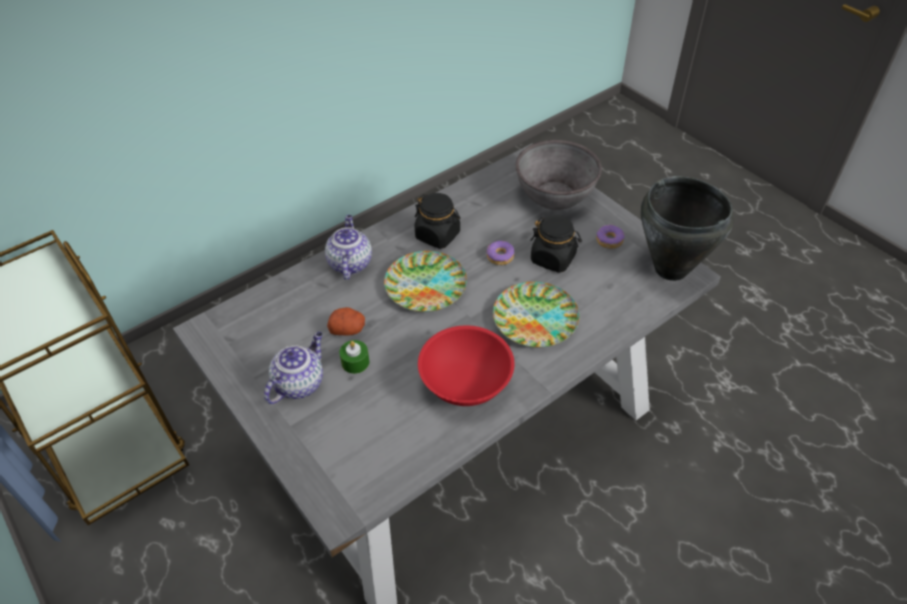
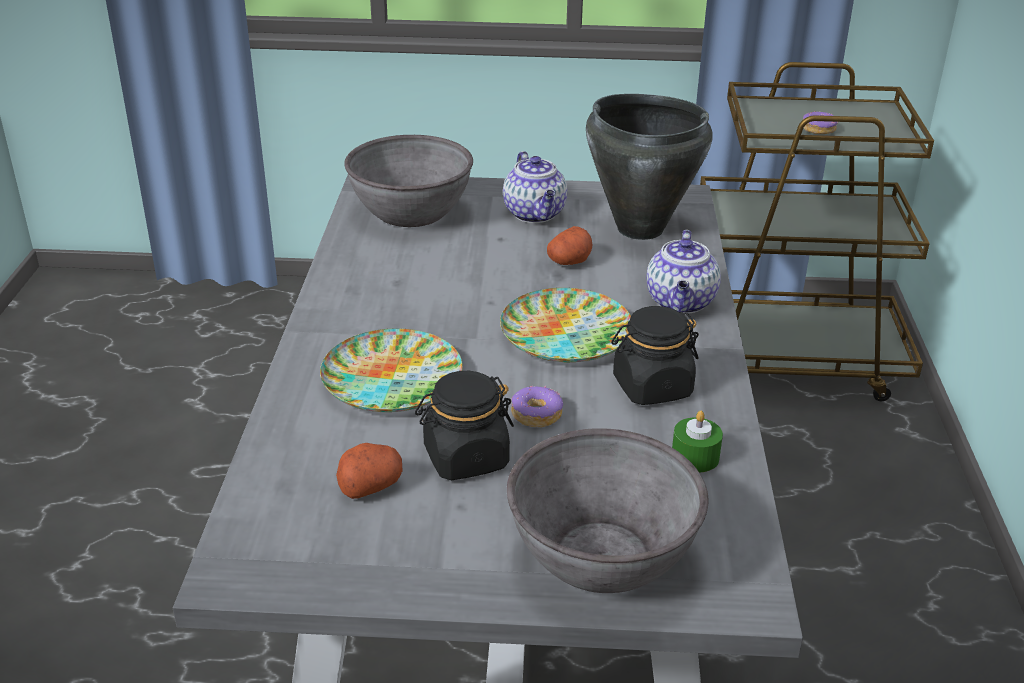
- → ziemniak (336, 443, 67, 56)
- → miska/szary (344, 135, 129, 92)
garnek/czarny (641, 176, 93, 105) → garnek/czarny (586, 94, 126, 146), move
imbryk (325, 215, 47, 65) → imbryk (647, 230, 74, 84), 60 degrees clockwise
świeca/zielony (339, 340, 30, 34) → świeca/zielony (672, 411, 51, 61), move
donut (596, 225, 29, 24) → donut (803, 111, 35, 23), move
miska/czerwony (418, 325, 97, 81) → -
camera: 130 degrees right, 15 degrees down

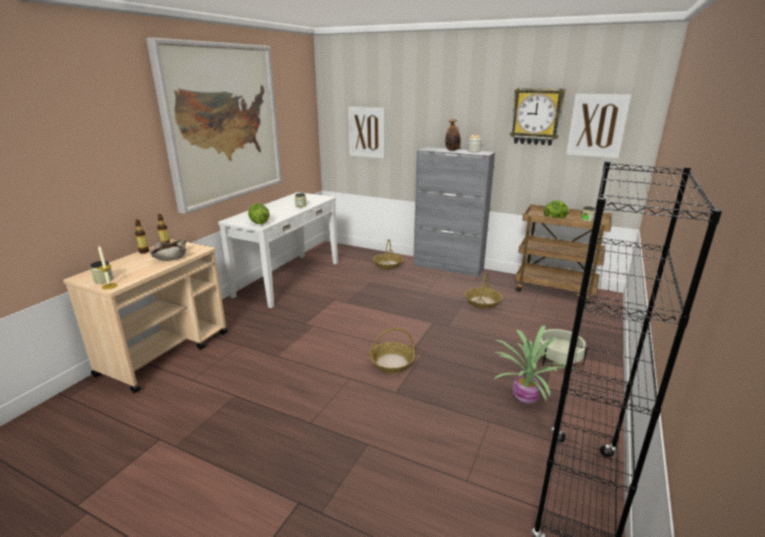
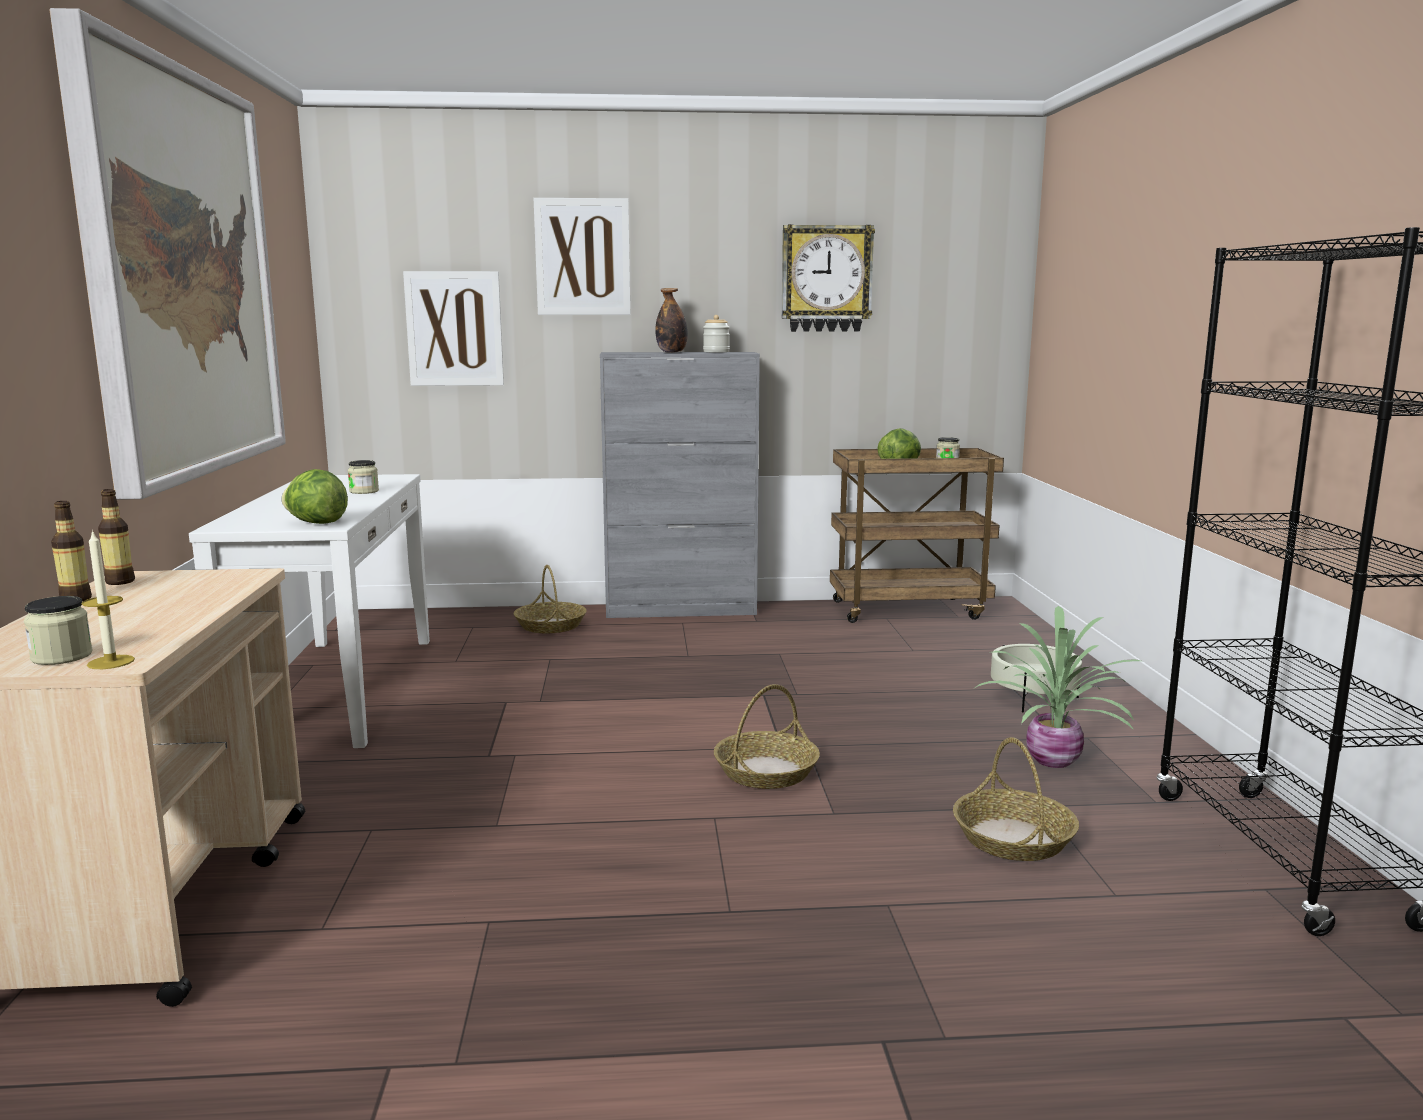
obraz (566, 94, 65, 64) → obraz (534, 198, 96, 117), move
koszyk (465, 272, 37, 37) → koszyk (953, 737, 126, 124), move
miska/beżowy (150, 239, 36, 22) → -
camera: 30 degrees left, 10 degrees down

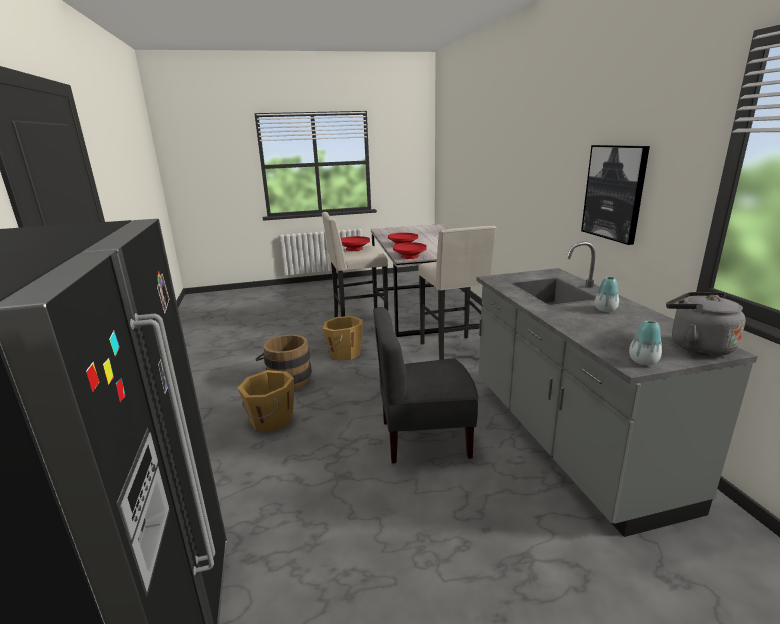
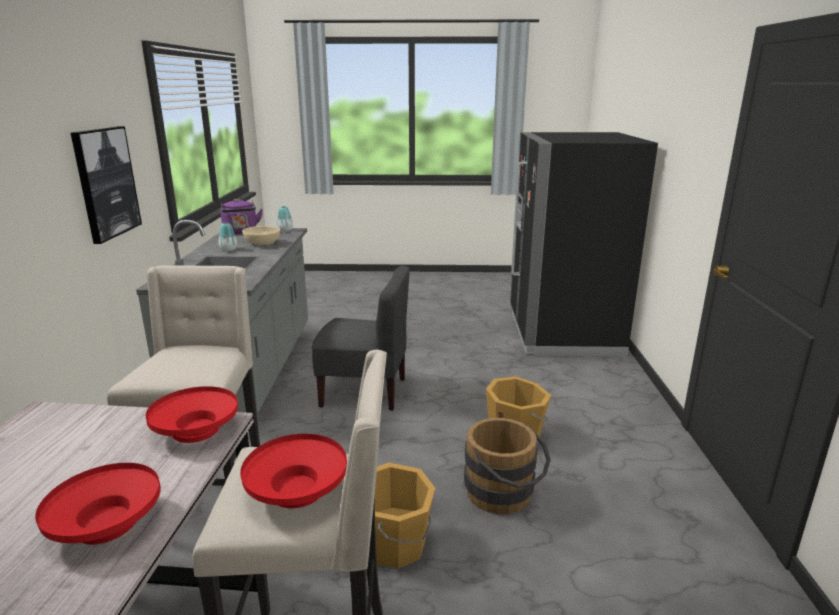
czajnik/szary (666, 292, 80, 64) → czajnik/fioletowy (221, 199, 42, 35)
- → miska/beżowy (242, 226, 38, 19)
camera: 165 degrees left, 0 degrees up

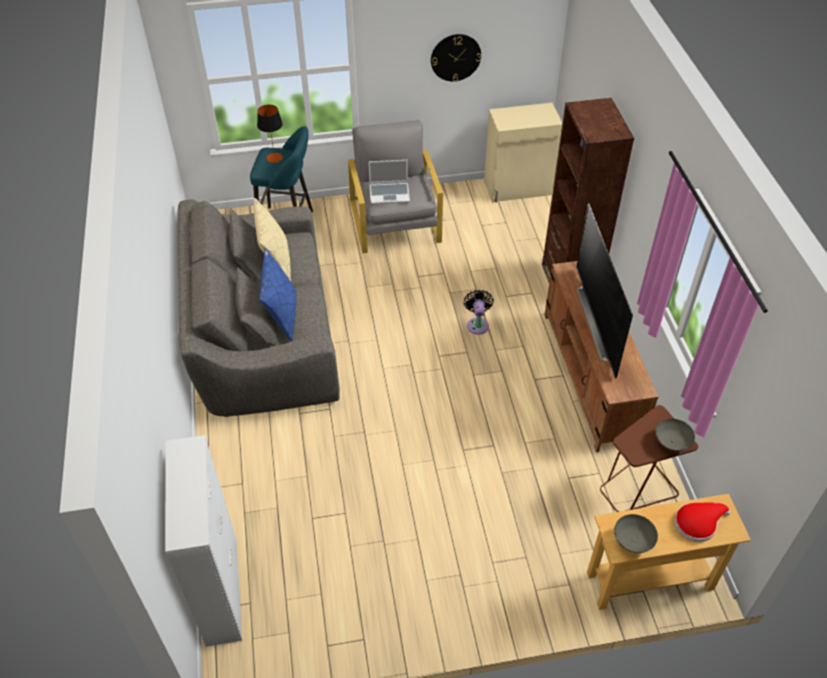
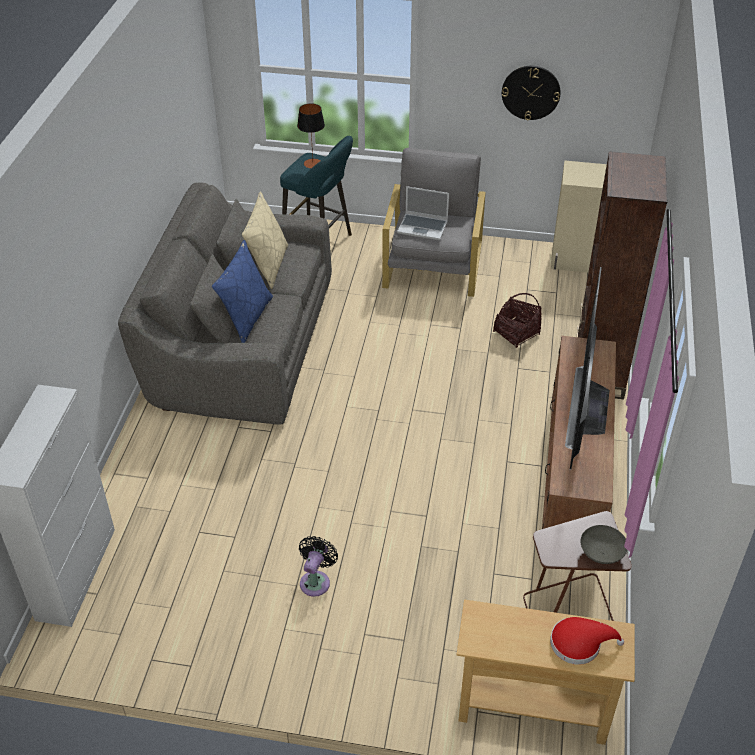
wentylator/czarny (463, 290, 31, 45) → wentylator/czarny (299, 536, 39, 61), move
- → koszyk (493, 293, 49, 55)
miska/szary (614, 514, 44, 39) → -
camera: 20 degrees right, 5 degrees down

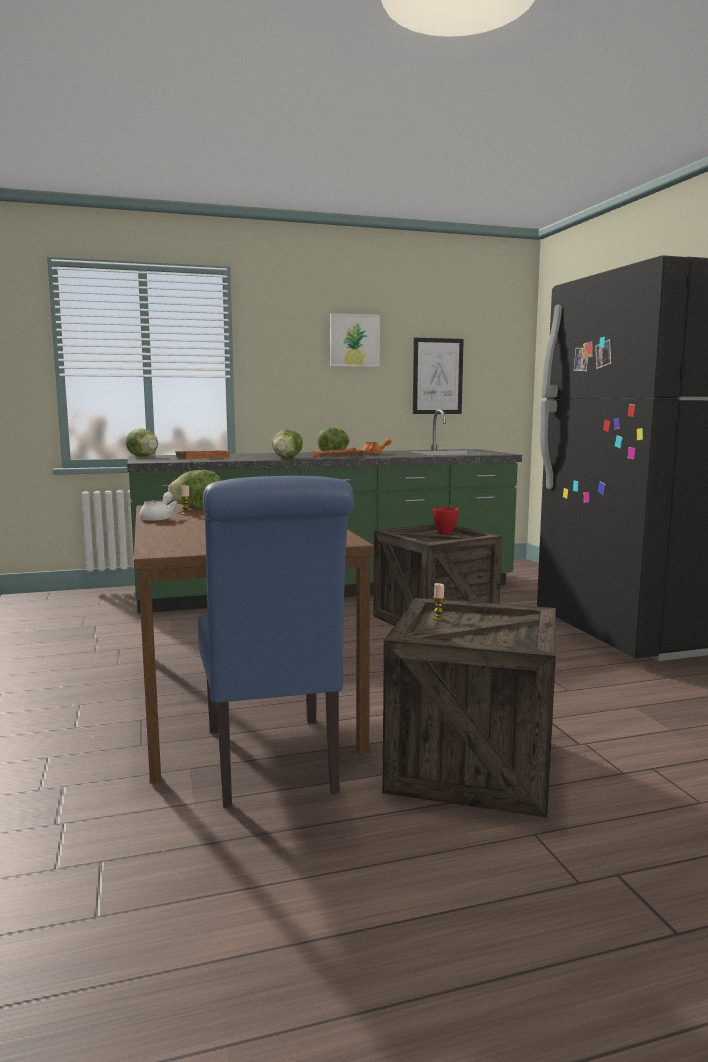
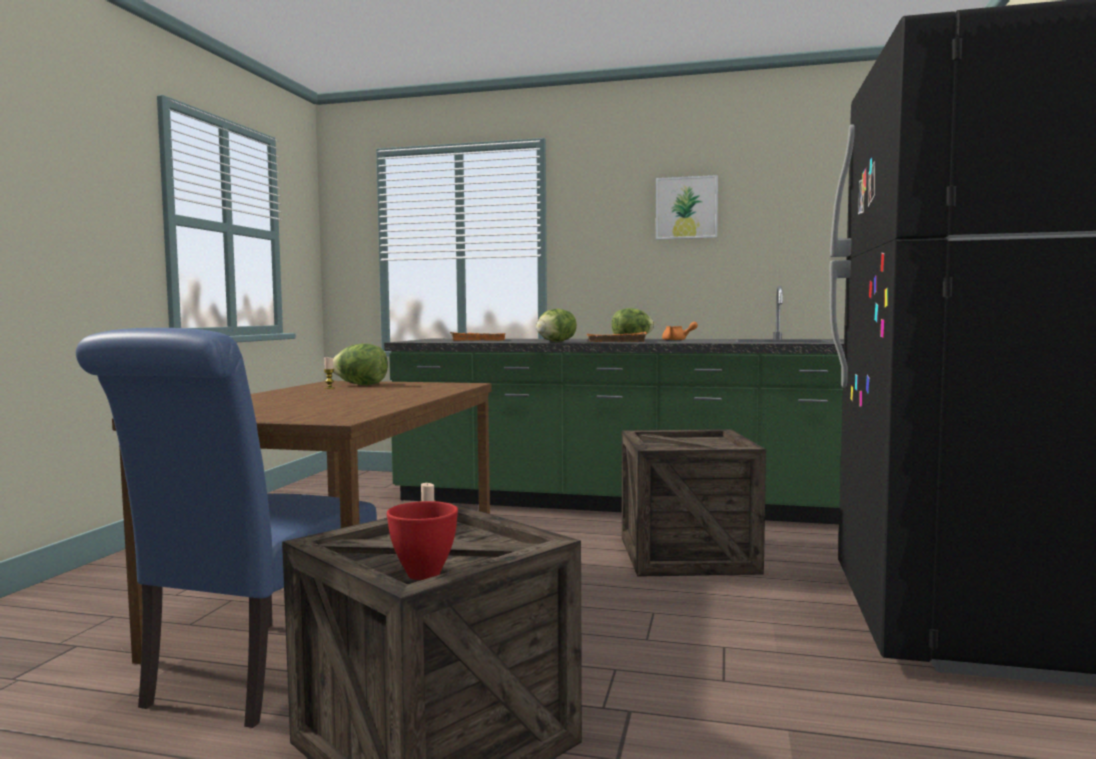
miska/czerwony (432, 507, 27, 28) → miska/czerwony (387, 501, 71, 79), move
sałata (126, 428, 32, 29) → -
imbryk/biały (139, 492, 38, 29) → -
obraz (413, 338, 51, 76) → -
camera: 30 degrees right, 5 degrees down

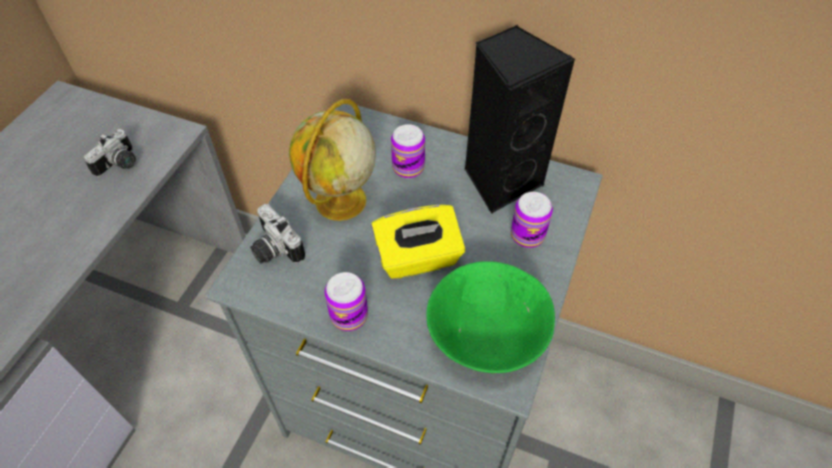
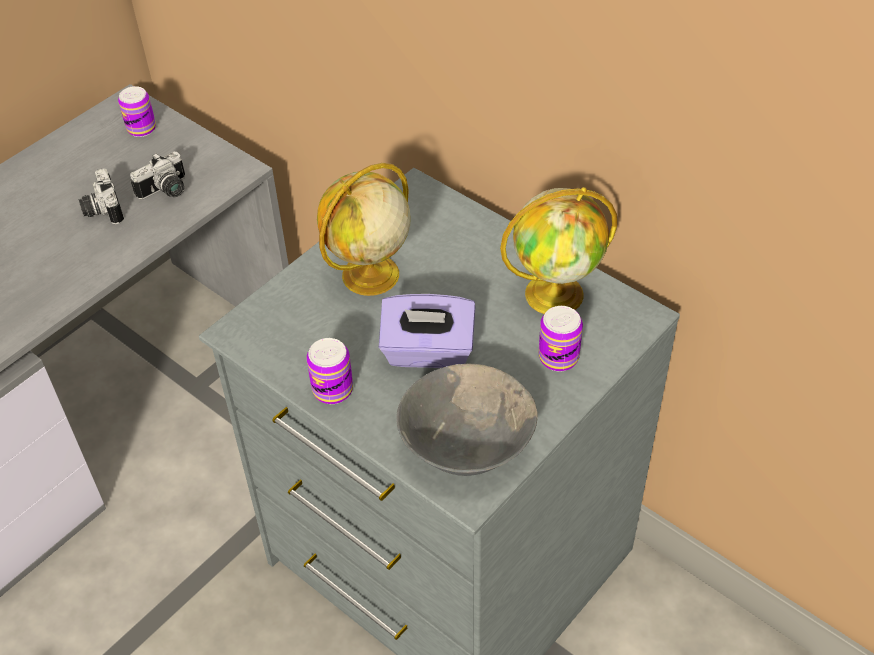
aparat fotograficzny (250, 204, 55, 60) → aparat fotograficzny (78, 168, 46, 56), move
puszka (391, 124, 34, 54) → puszka (118, 86, 38, 51), move
pudełko chusteczek/żółty (371, 205, 94, 74) → pudełko chusteczek/fioletowy (379, 294, 97, 74)
miska/zielony (426, 261, 129, 112) → miska/szary (396, 364, 141, 112)
głośnik/czarny (464, 25, 111, 189) → globus (500, 187, 117, 127)
camera: 20 degrees right, 5 degrees down

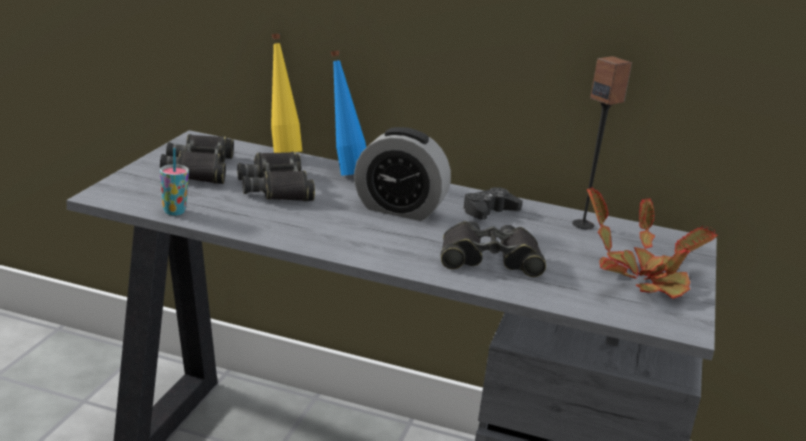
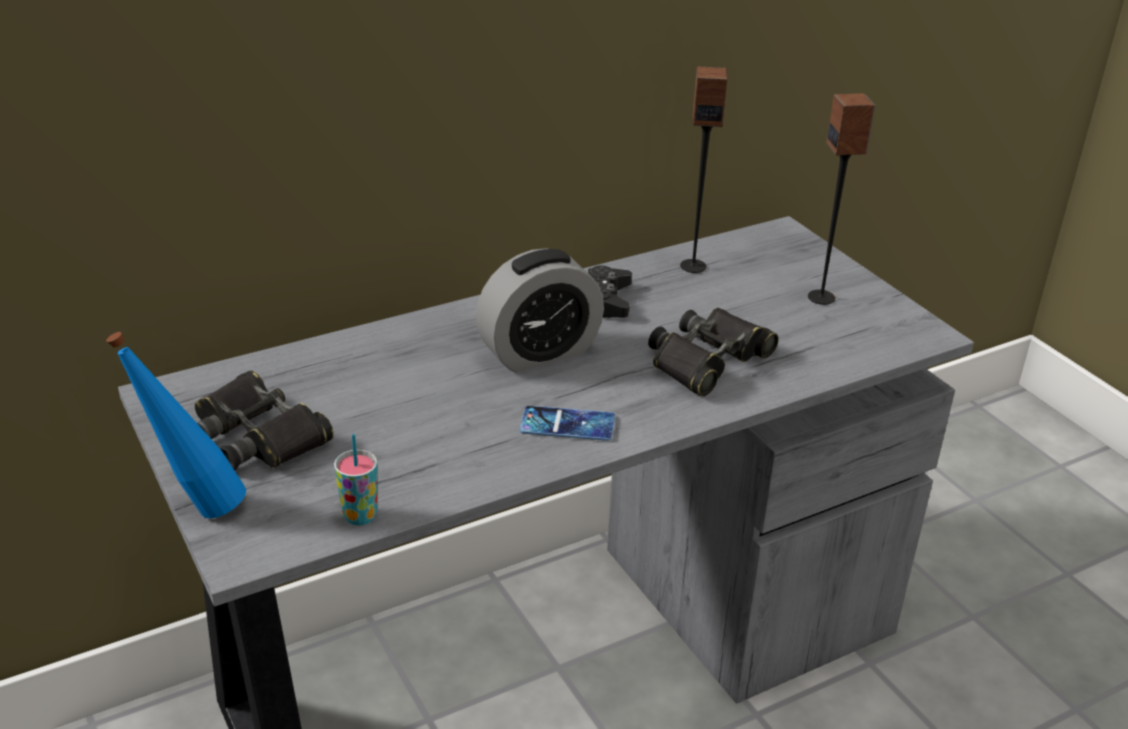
butelka/niebieski (331, 50, 35, 125) → butelka/niebieski (106, 332, 140, 186), move
- → telefon (520, 406, 95, 35)
roślina doniczkowa (587, 188, 131, 111) → głośnik (808, 93, 67, 212)
lornetka/czarny (237, 152, 78, 49) → -
butelka/żółty (271, 34, 31, 119) → -
camera: 45 degrees left, 10 degrees up

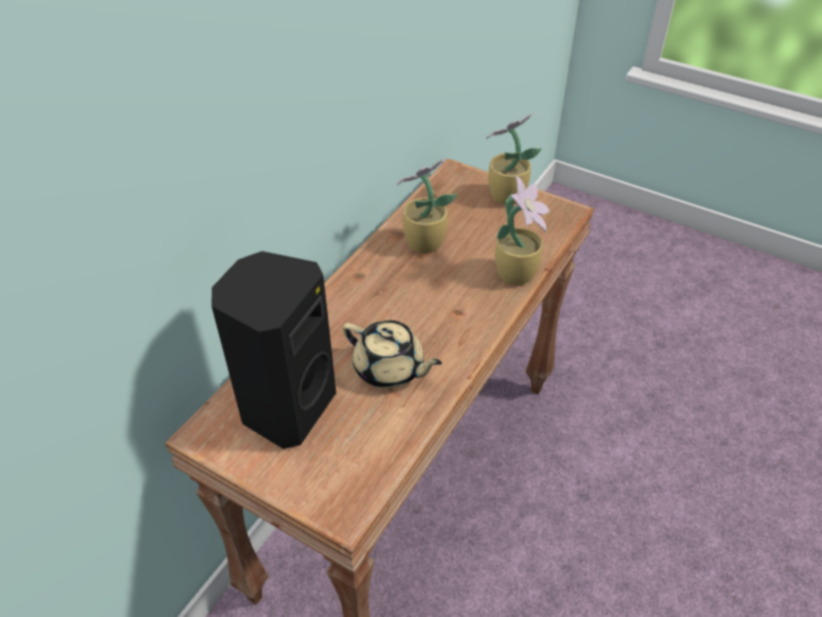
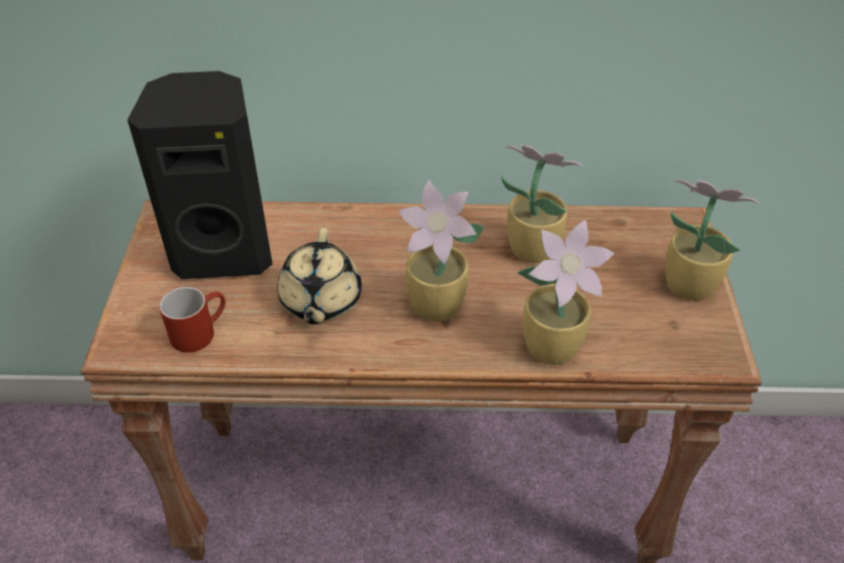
- → kubek/czerwony (159, 286, 67, 67)
- → roślina doniczkowa (399, 180, 85, 142)
camera: 60 degrees right, 0 degrees up

